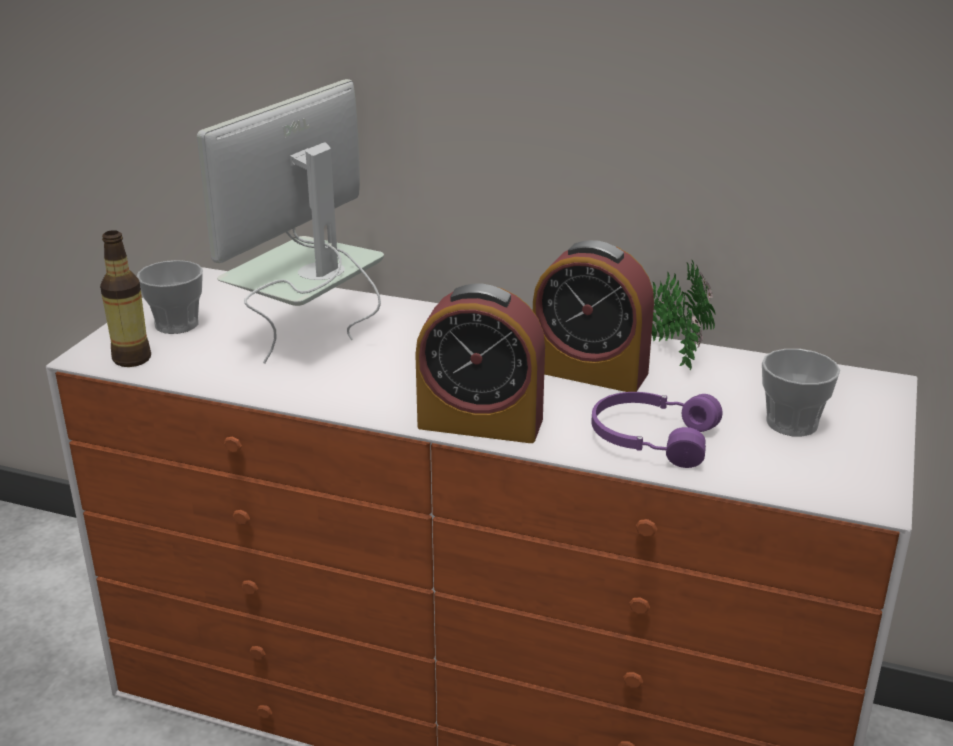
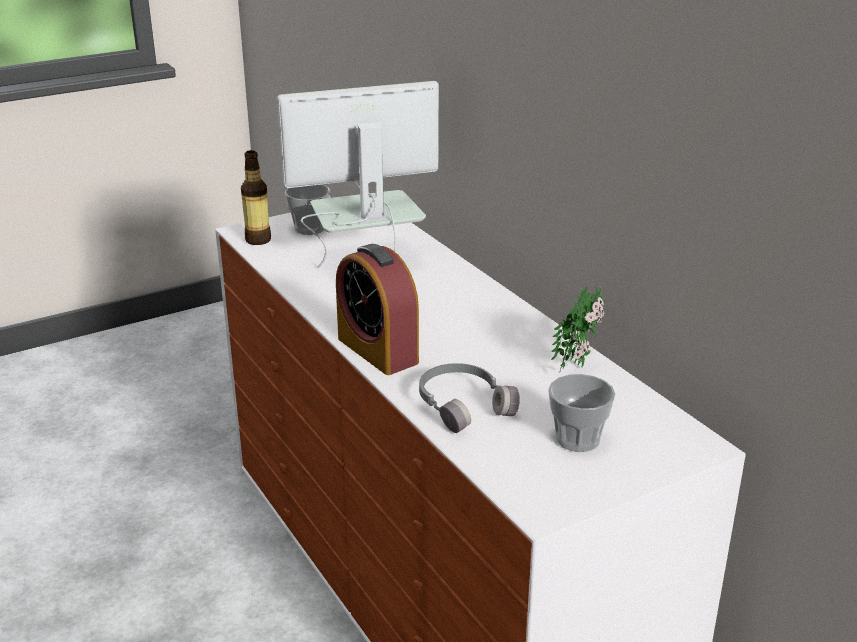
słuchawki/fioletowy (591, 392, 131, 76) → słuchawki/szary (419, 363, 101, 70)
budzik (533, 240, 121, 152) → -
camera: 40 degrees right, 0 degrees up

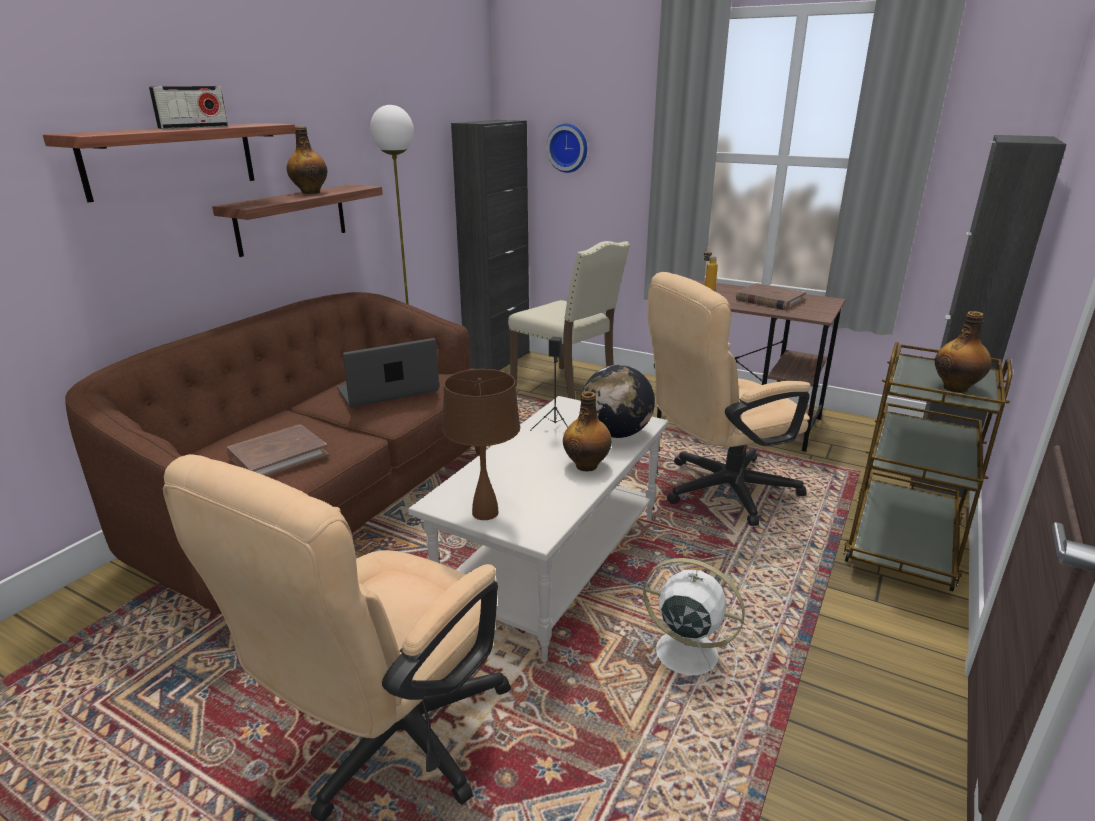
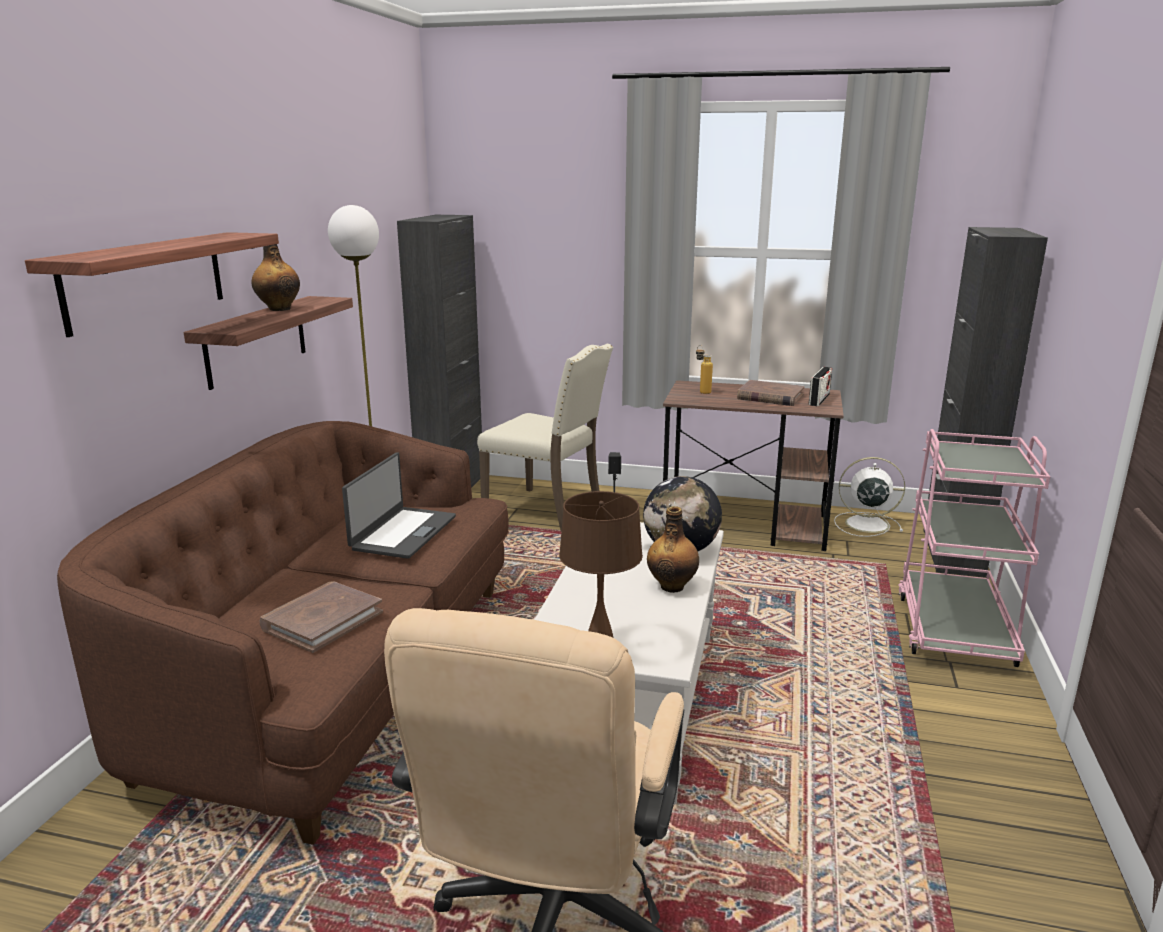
laptop (337, 338, 102, 70) → laptop (342, 452, 114, 107), 150 degrees clockwise
radio (149, 86, 79, 43) → radio (808, 367, 24, 39), move
wentylator/biały (643, 558, 102, 129) → wentylator/biały (834, 457, 71, 80), move
wózek/brązowy (843, 342, 170, 249) → wózek/różowy (898, 429, 152, 238)
zegar ścienny (546, 124, 41, 49) → -
krzesło biurowe/beżowy (648, 272, 162, 254) → -
butelka (935, 311, 56, 82) → -
camera: 15 degrees left, 5 degrees down

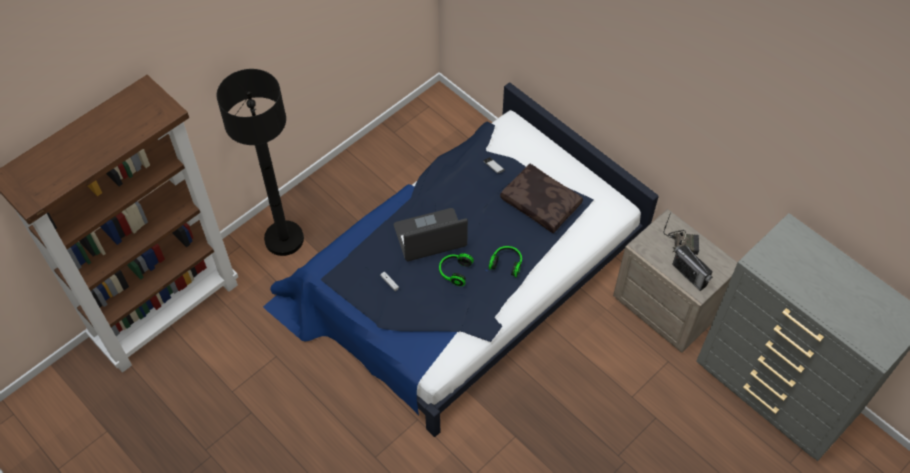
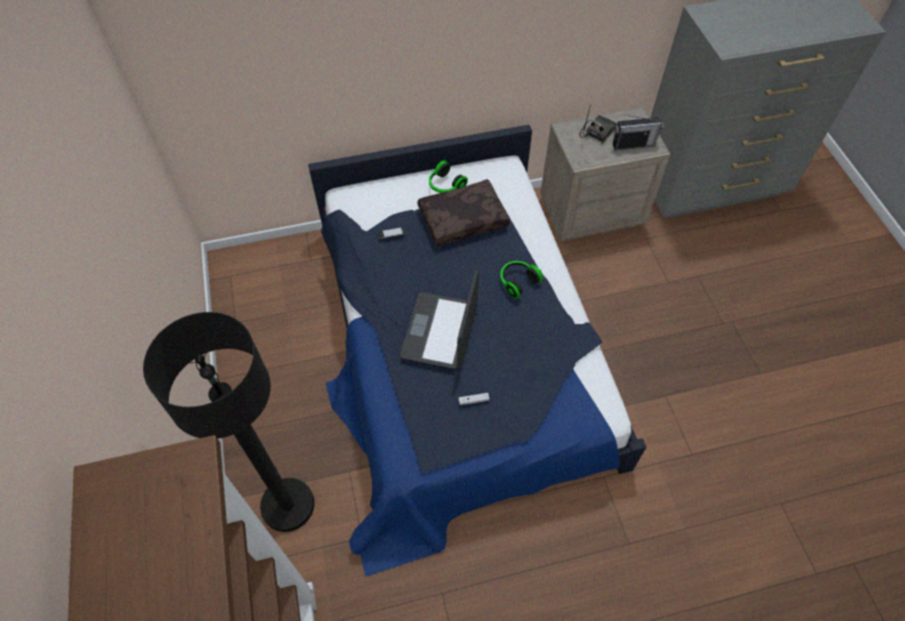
słuchawki (439, 253, 35, 33) → słuchawki (429, 157, 39, 36), move
camera: 60 degrees left, 0 degrees up

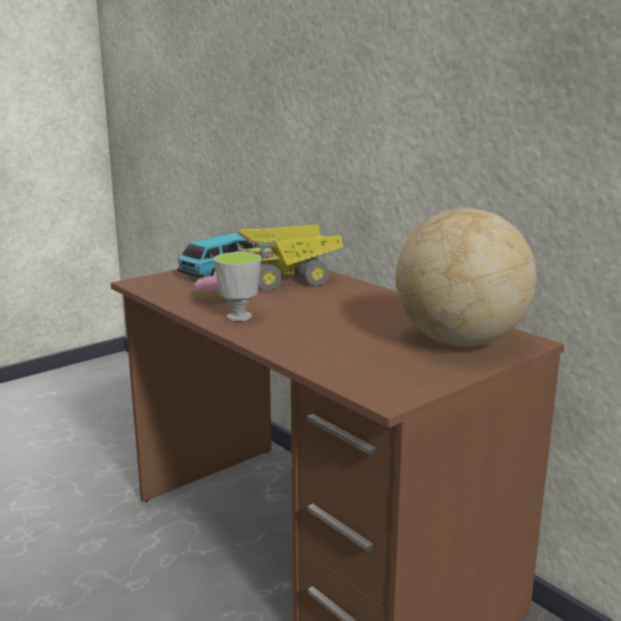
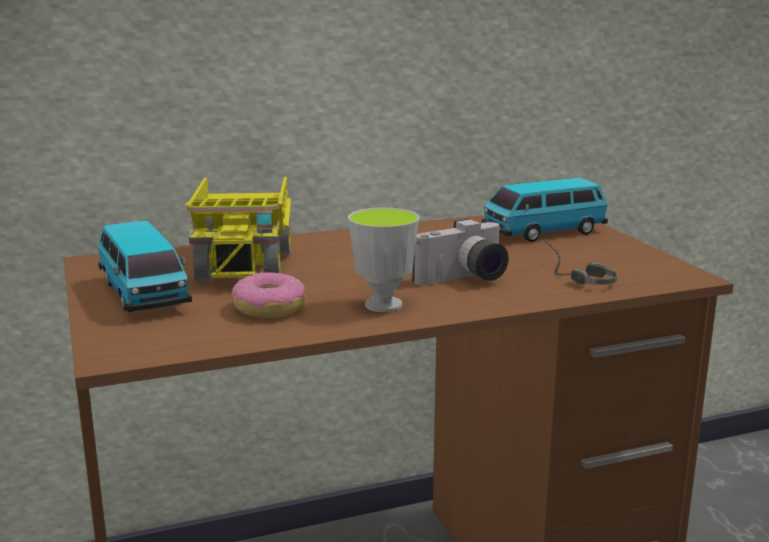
- → aparat fotograficzny (413, 219, 96, 66)
globus (395, 208, 142, 139) → samochodzik (482, 178, 126, 64)
- → słuchawki (532, 233, 86, 52)
camera: 70 degrees left, 0 degrees up

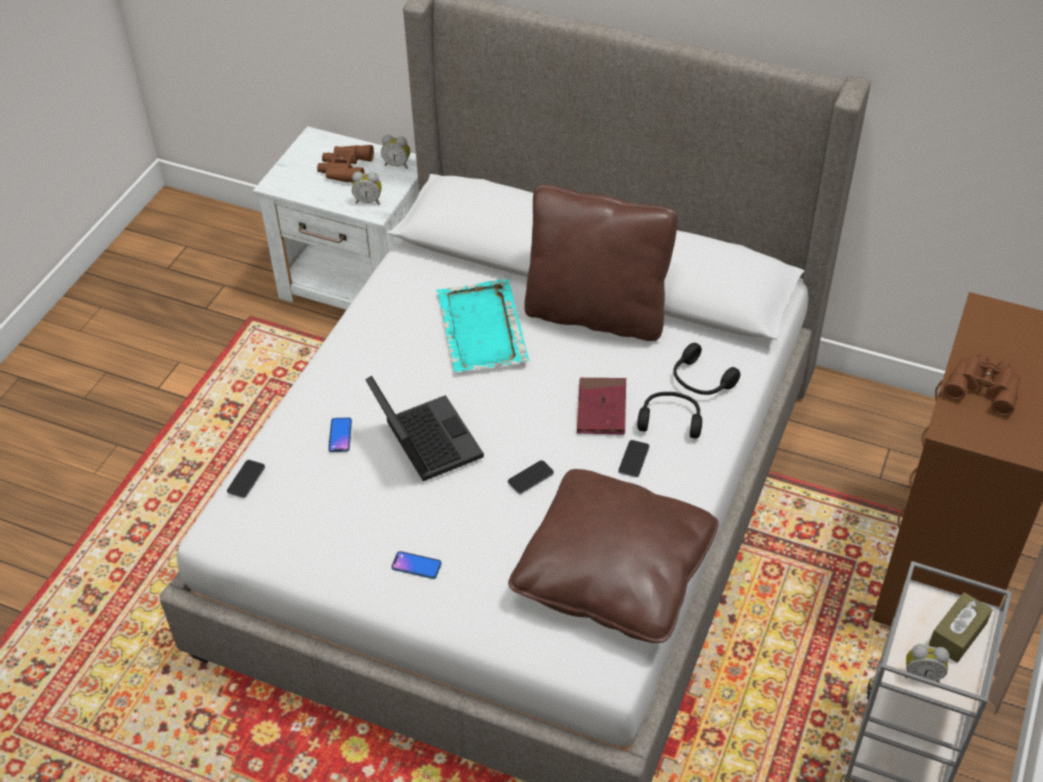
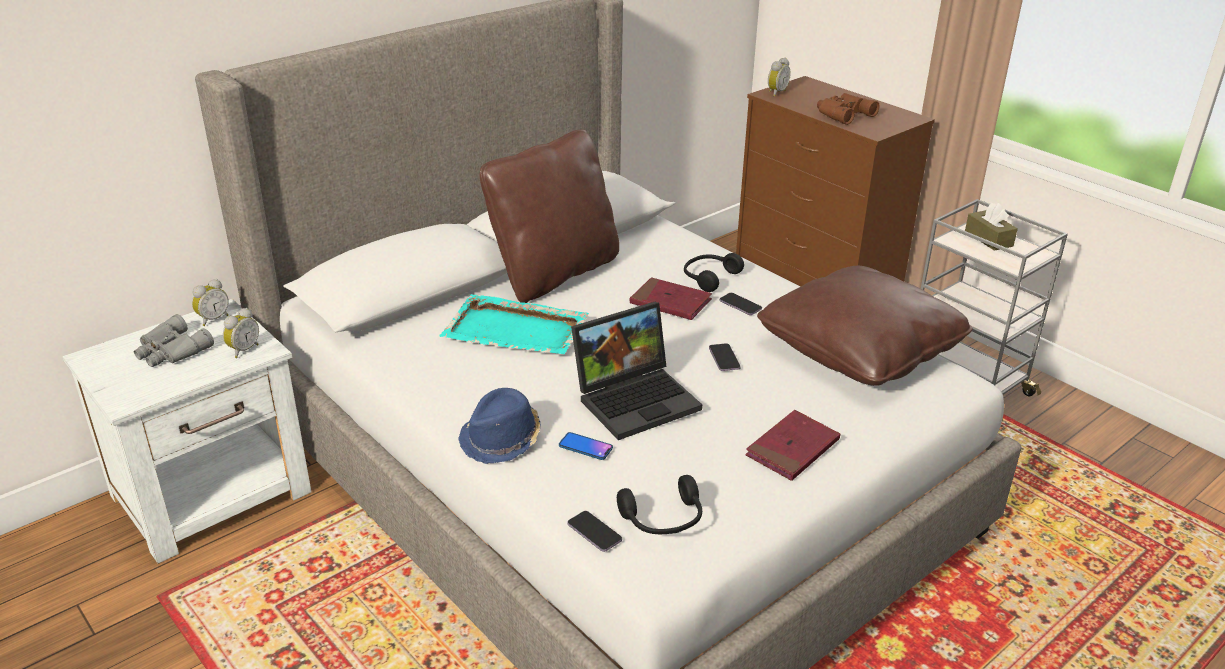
lornetka/brązowy (317, 145, 57, 38) → lornetka/szary (134, 314, 80, 53)
- → kapelusz/niebieski (458, 388, 83, 76)
laptop (365, 376, 119, 105) → laptop (571, 302, 131, 138), 150 degrees clockwise
słuchawki/czarny (673, 343, 67, 52) → słuchawki/czarny (617, 475, 85, 59), move
telefon (391, 551, 51, 28) → książka/czerwony (745, 410, 95, 71)
budzik (905, 644, 44, 39) → budzik (768, 58, 23, 39), move
camera: 65 degrees left, 15 degrees down

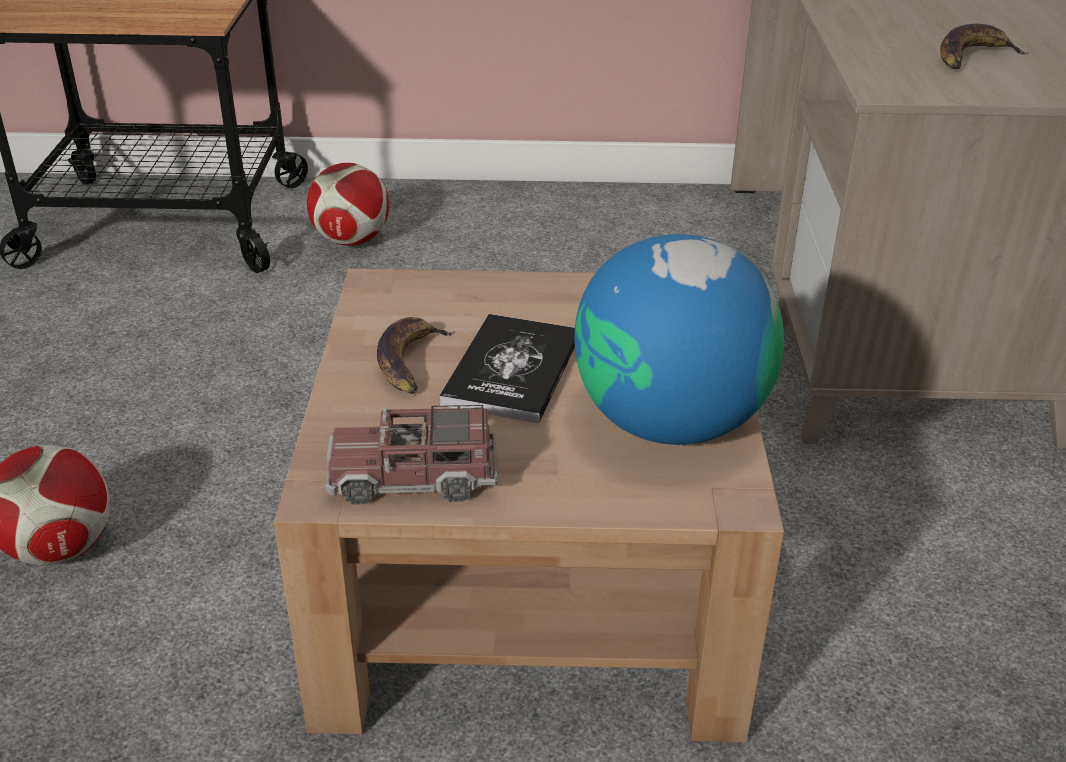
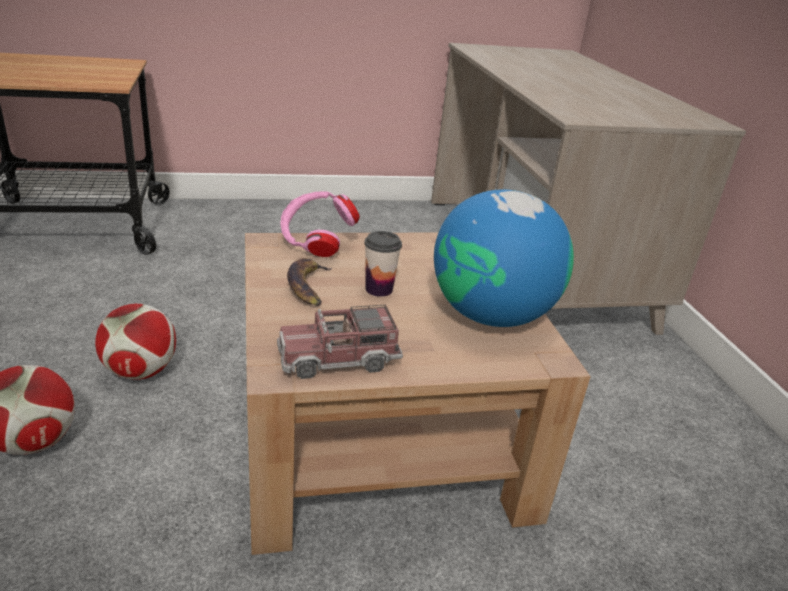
piłka futbolowa (307, 163, 82, 83) → piłka futbolowa (95, 304, 81, 76), move
- → słuchawki/różowy (280, 191, 80, 66)
książka (439, 314, 136, 110) → filiżanka (364, 231, 38, 66)
banan (940, 24, 88, 45) → -
camera: 15 degrees left, 5 degrees down

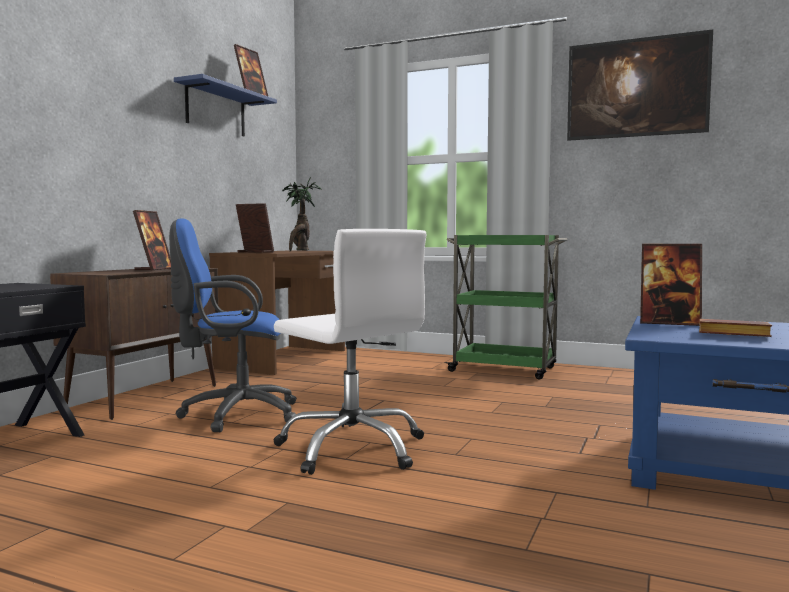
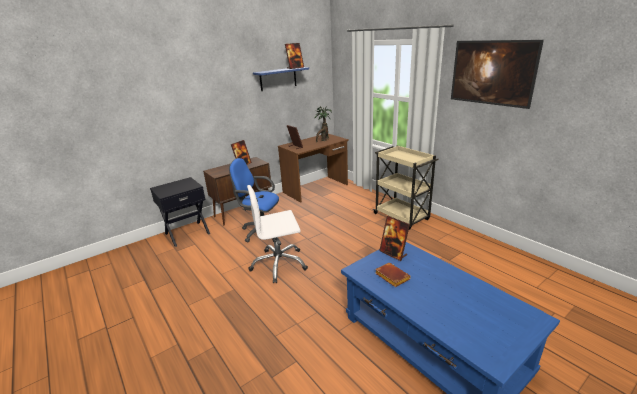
krzesło biurowe/biały (273, 229, 153, 246) → krzesło biurowe/biały (247, 185, 61, 98), 90 degrees clockwise
wózek/zielony (445, 235, 123, 145) → wózek/beżowy (373, 145, 66, 85)
camera: 30 degrees right, 20 degrees up

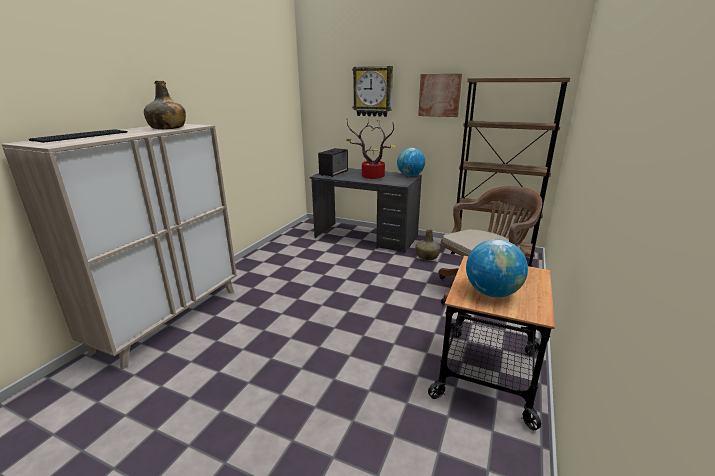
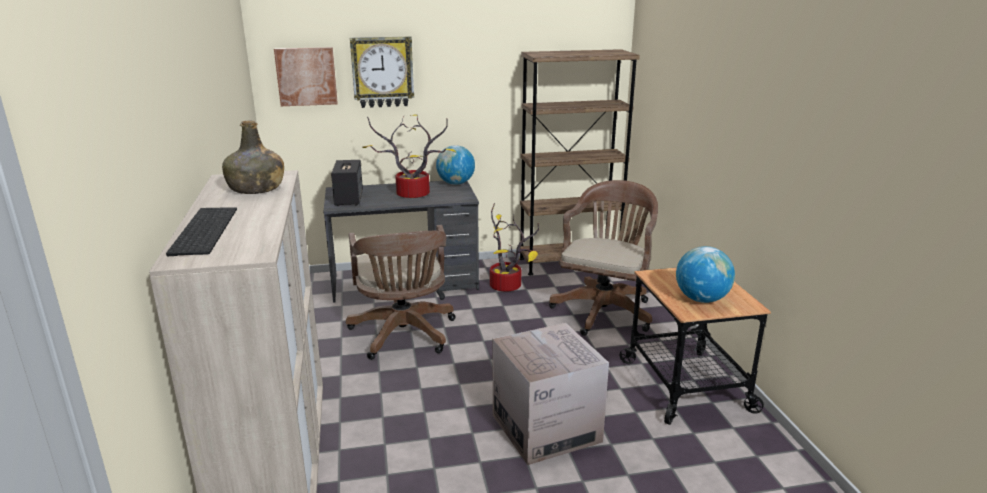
obraz (418, 74, 44, 43) → obraz (274, 47, 64, 59), move
- → krzesło biurowe/brązowy (346, 225, 110, 135)
butelka/zielony (416, 229, 25, 31) → roślina doniczkowa (490, 203, 49, 88)
- → karton (493, 323, 116, 142)
camera: 35 degrees left, 0 degrees up

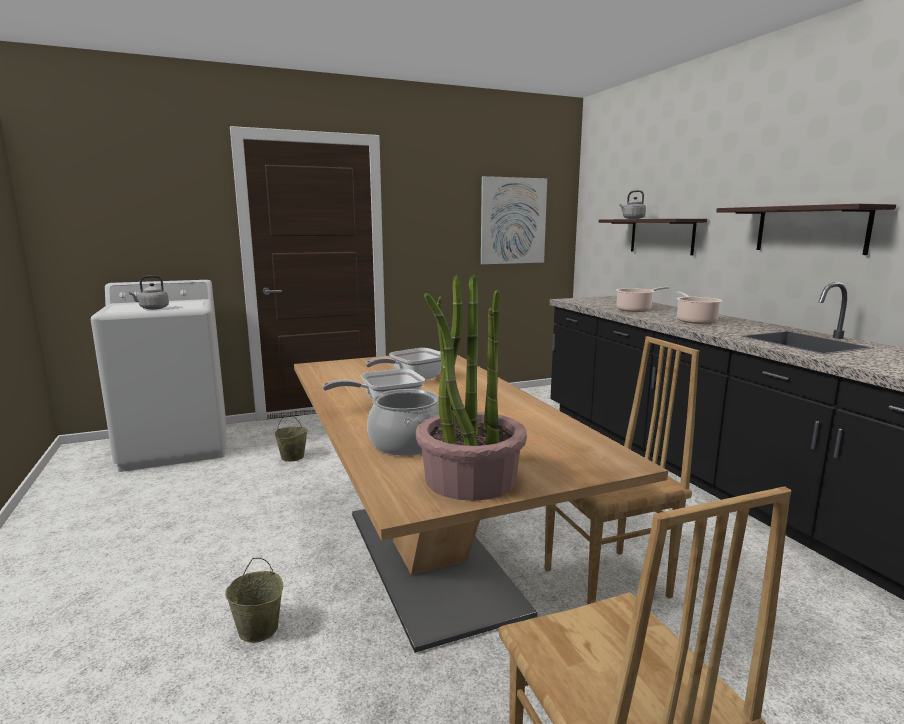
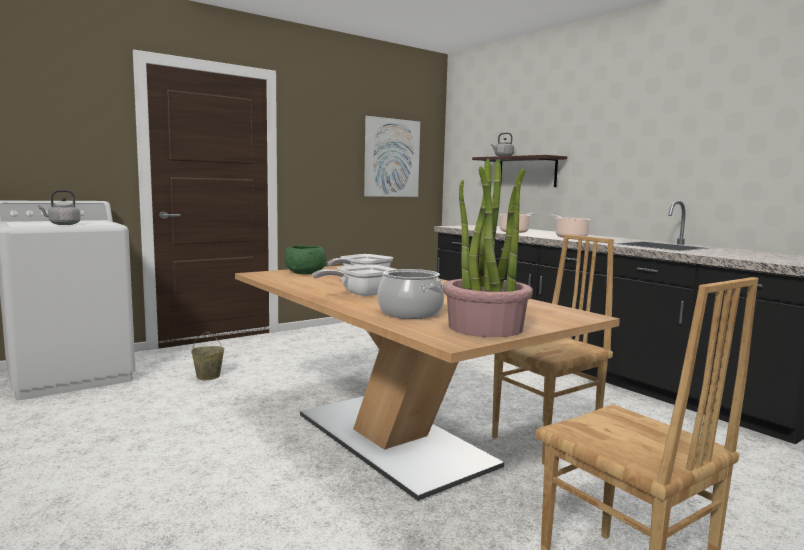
- → miska/zielony (284, 245, 43, 29)
wiadro/beżowy (225, 558, 58, 85) → -
półka (716, 204, 180, 51) → -
camera: 15 degrees left, 5 degrees down

